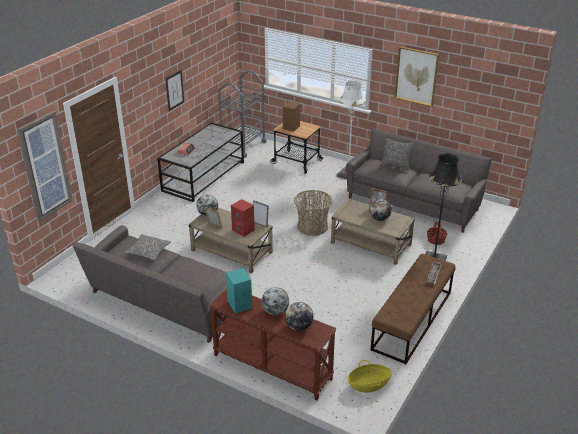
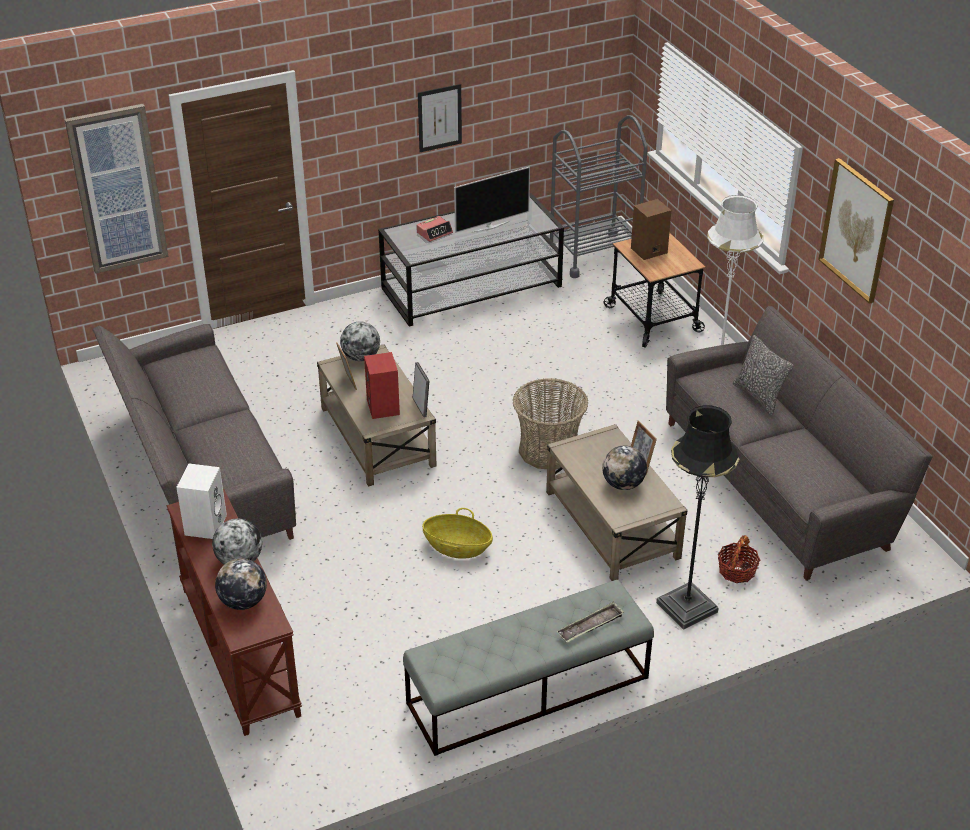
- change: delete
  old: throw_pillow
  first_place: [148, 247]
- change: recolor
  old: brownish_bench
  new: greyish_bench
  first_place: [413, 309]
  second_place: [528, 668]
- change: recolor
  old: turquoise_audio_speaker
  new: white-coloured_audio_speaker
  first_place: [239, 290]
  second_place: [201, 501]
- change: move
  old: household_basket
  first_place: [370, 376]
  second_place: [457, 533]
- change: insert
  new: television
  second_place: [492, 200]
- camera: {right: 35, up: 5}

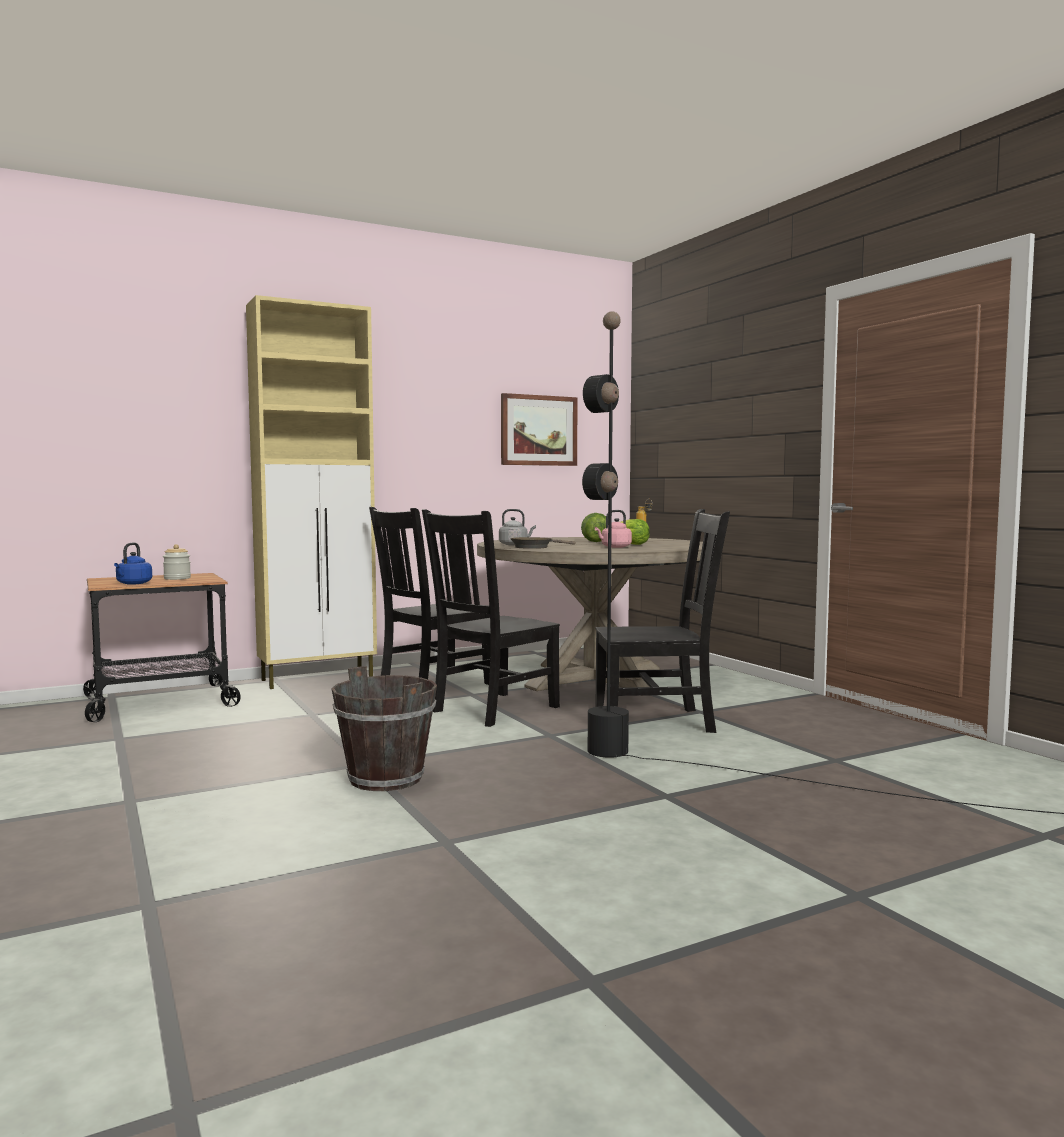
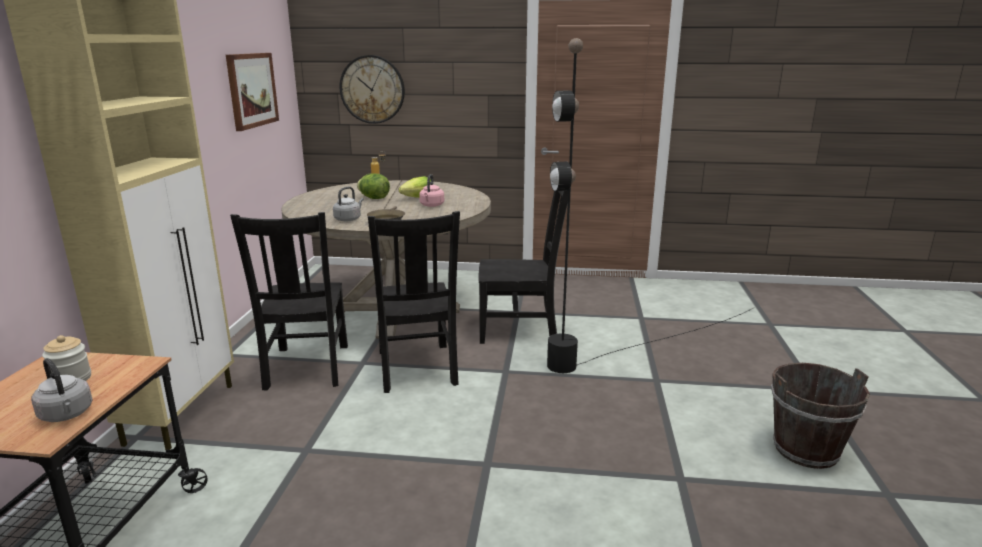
- change: rotate
  old: blackish_chair
  first_place: [662, 621]
  second_place: [523, 267]
  degrees: 60
- change: recolor
  old: blue_tea_kettle
  new: greyish_tea_kettle
  first_place: [133, 564]
  second_place: [62, 390]
- change: move
  old: brownish_bucket
  first_place: [384, 728]
  second_place: [820, 416]
- change: insert
  new: wall_clock
  second_place: [372, 89]
- camera: {right: -55, up: 15}

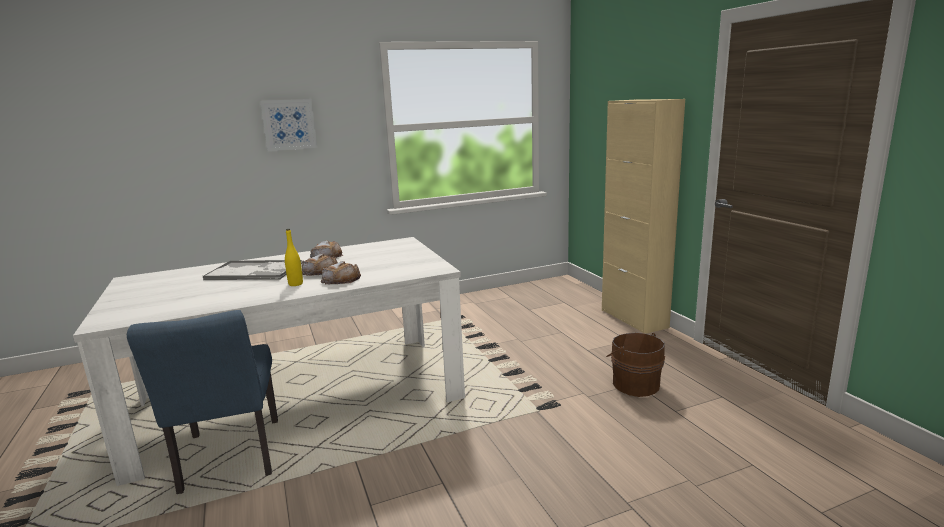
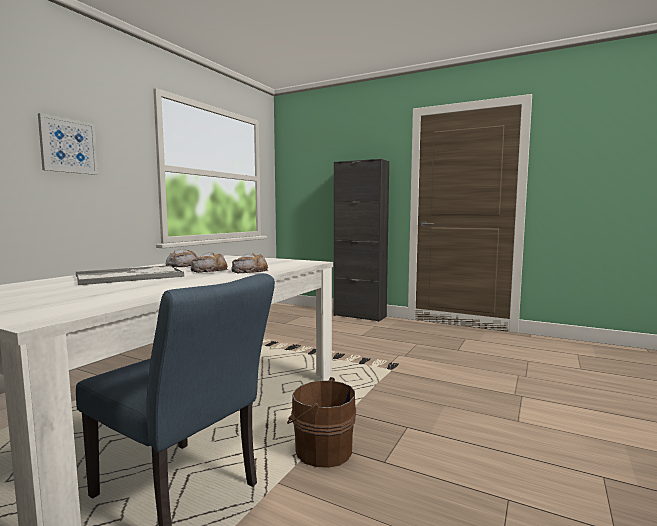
- change: recolor
  old: sand-coloured_cabinet
  new: blackish_cabinet
  first_place: [643, 216]
  second_place: [361, 240]
- change: delete
  old: yellow-coloured_bottle
  first_place: [294, 257]
- change: move
  old: brownish_bucket
  first_place: [635, 365]
  second_place: [321, 422]
- camera: {right: -40, up: -10}

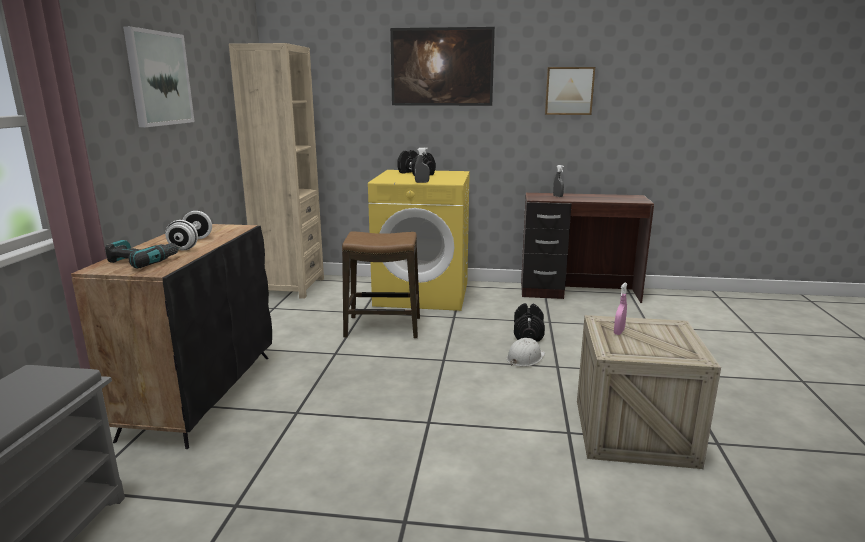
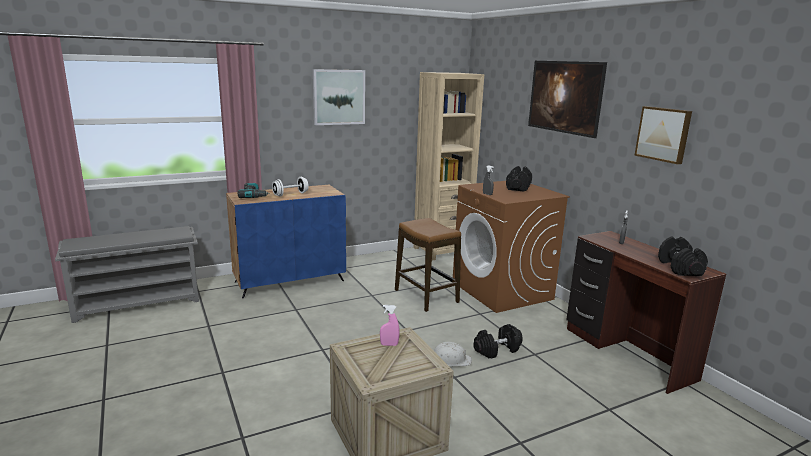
- change: recolor
  old: yellow-coloured_laundry_appliance
  new: brownish_laundry_appliance
  first_place: [419, 240]
  second_place: [511, 247]
- change: recolor
  old: blackish_cabinet
  new: blue_cabinet
  first_place: [171, 336]
  second_place: [286, 241]
- change: insert
  new: blackish_free_weight
  second_place: [683, 256]
- camera: {right: 55, up: 0}

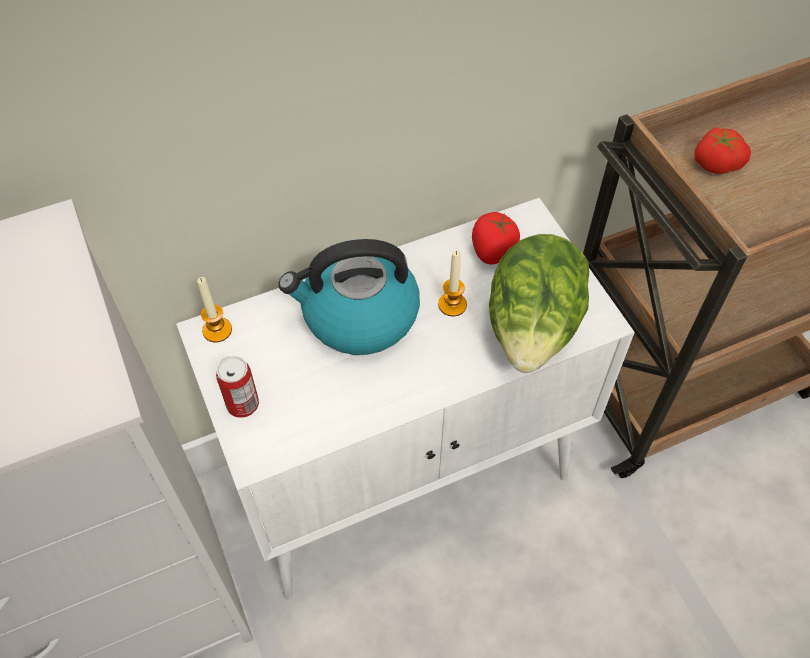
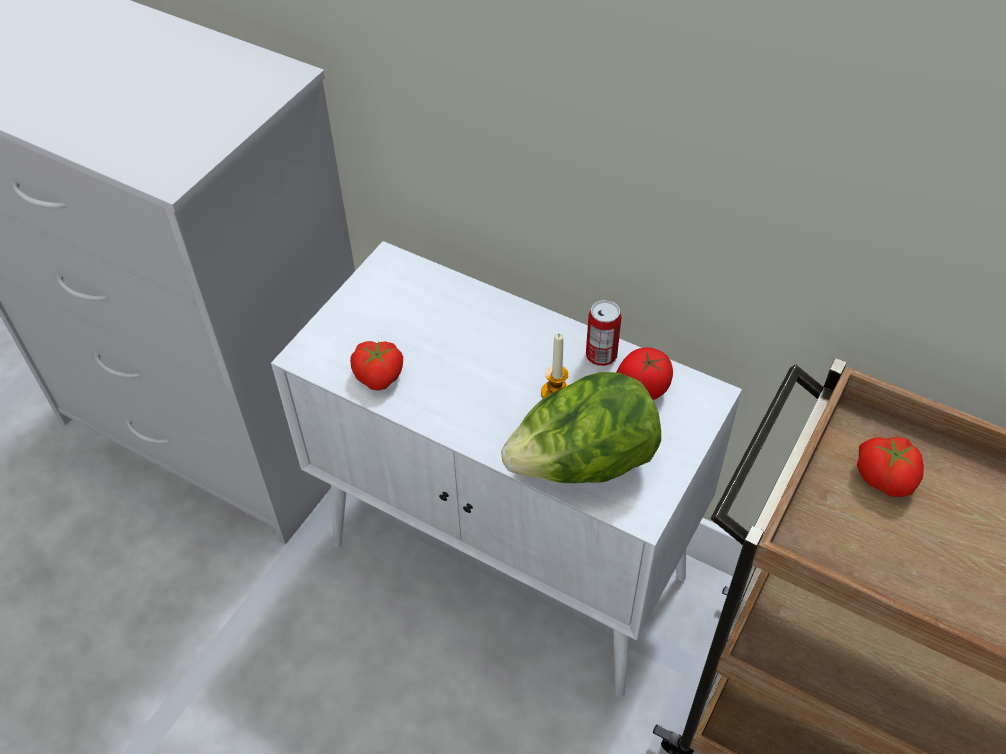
- change: delete
  old: tea_kettle
  first_place: [349, 297]
- change: delete
  old: candle
  first_place: [214, 309]
- change: move
  old: sealed_can
  first_place: [237, 387]
  second_place: [603, 333]
- change: insert
  new: tomato
  second_place: [376, 366]
- camera: {right: 55, up: -5}

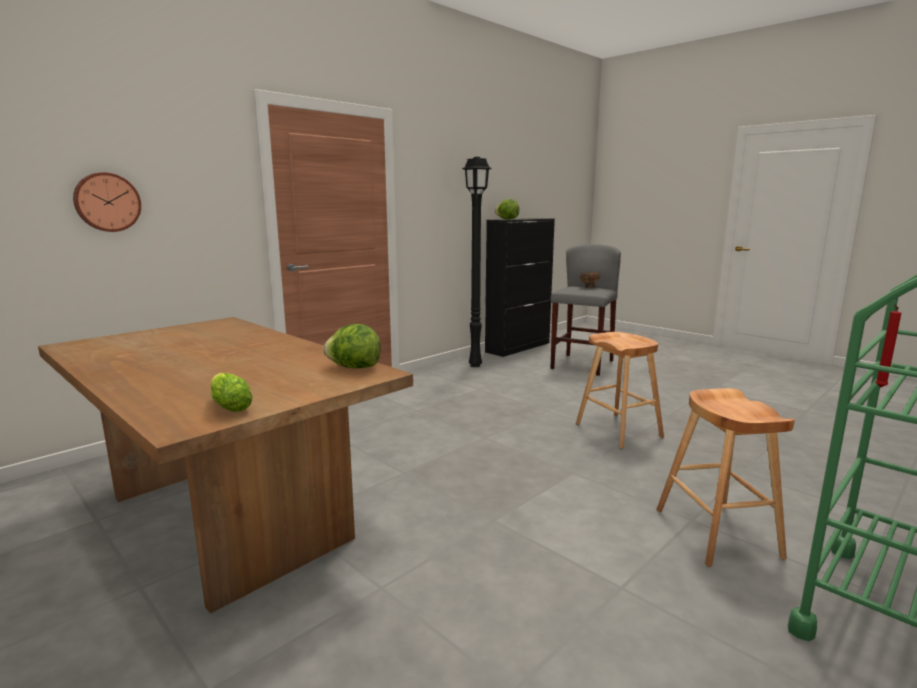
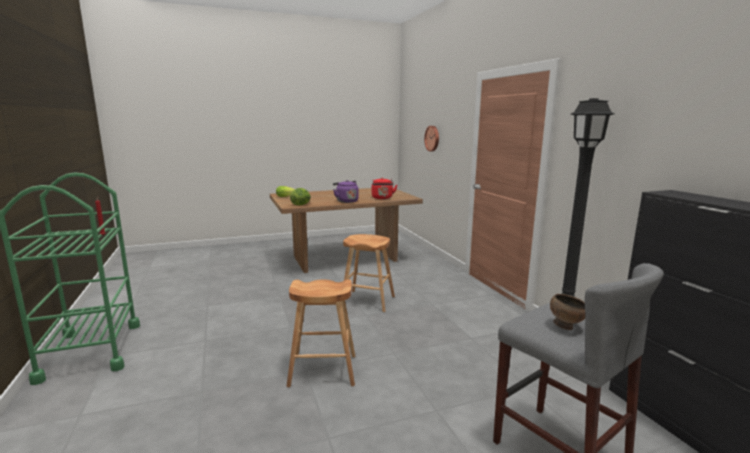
- change: delete
  old: lettuce_head
  first_place: [507, 209]
- change: move
  old: brownish_stool
  first_place: [725, 477]
  second_place: [369, 273]
- change: insert
  new: red-coloured_tea_kettle
  second_place: [384, 188]
- change: insert
  new: purple-coloured_tea_kettle
  second_place: [346, 191]
- camera: {right: 115, up: 0}

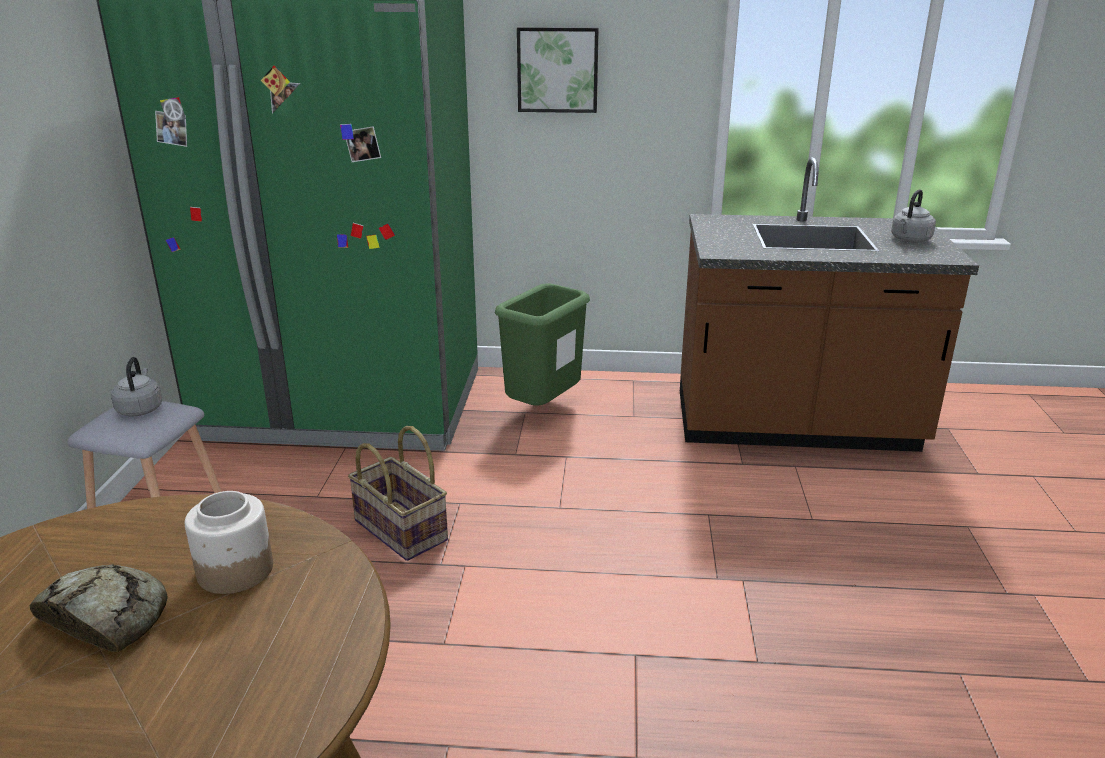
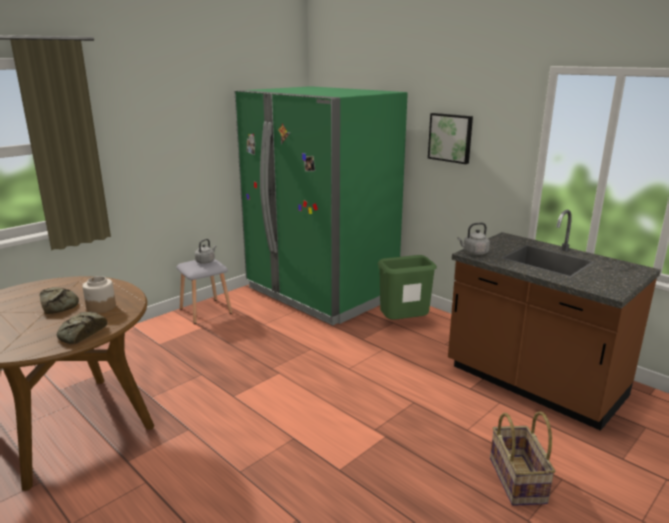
- change: move
  old: greyish_tea_kettle
  first_place: [913, 216]
  second_place: [473, 238]
- change: move
  old: household_basket
  first_place: [398, 493]
  second_place: [522, 458]
- change: insert
  new: bread
  second_place: [82, 328]
- camera: {right: 40, up: -5}

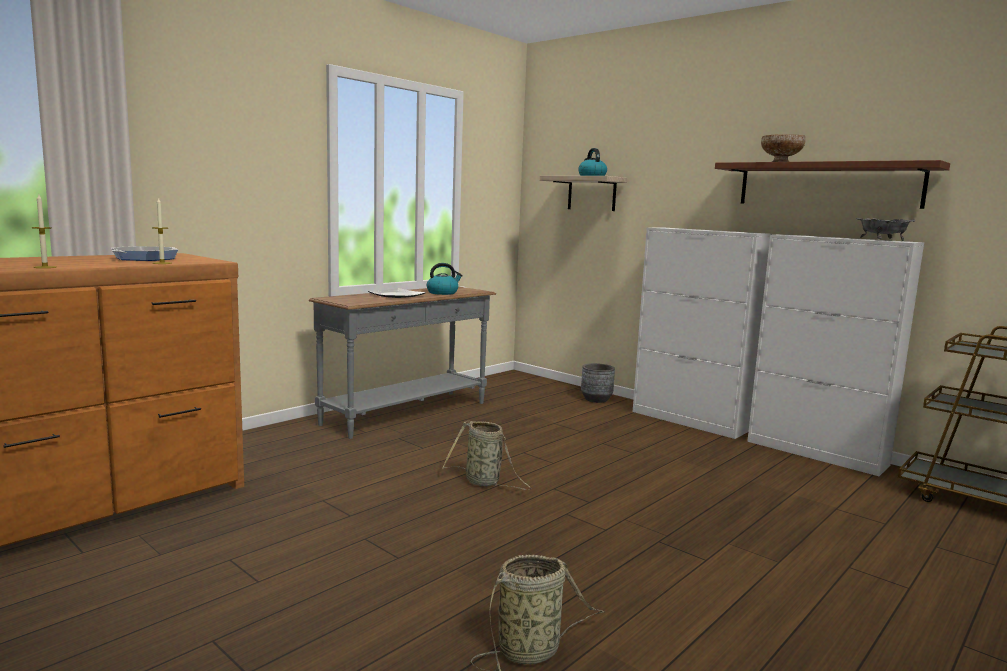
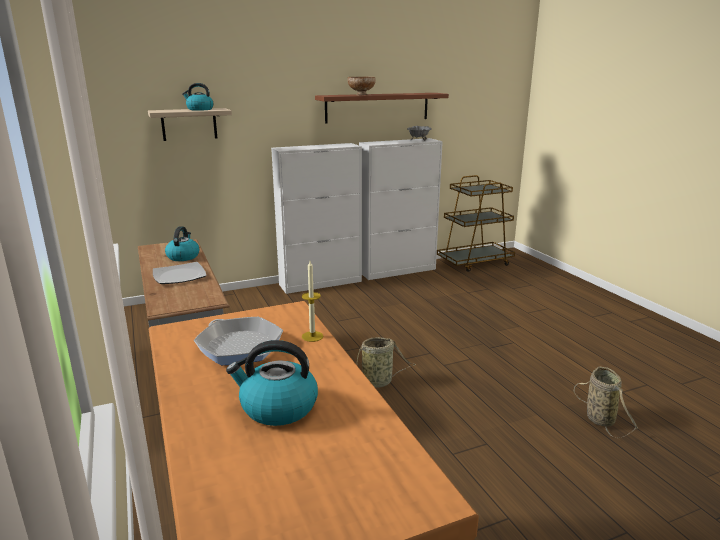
- change: delete
  old: candle
  first_place: [44, 231]
- change: delete
  old: greyish_plant_pot
  first_place: [598, 383]
- change: insert
  new: tea_kettle
  second_place: [272, 383]
- camera: {right: -65, up: 10}

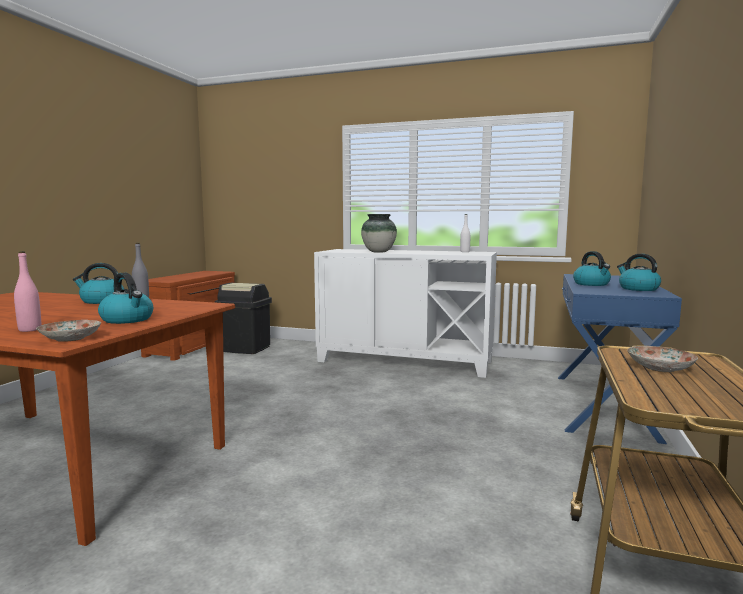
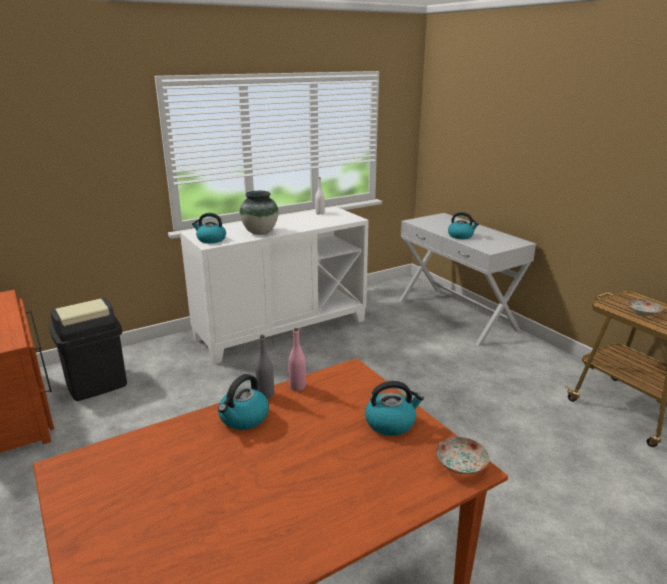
- change: move
  old: pinkish_bottle
  first_place: [27, 291]
  second_place: [297, 359]
- change: move
  old: tea_kettle
  first_place: [639, 272]
  second_place: [209, 228]
- change: recolor
  old: blue_console_table
  new: white-coloured_console_table
  first_place: [620, 359]
  second_place: [467, 279]
- camera: {right: -50, up: 15}

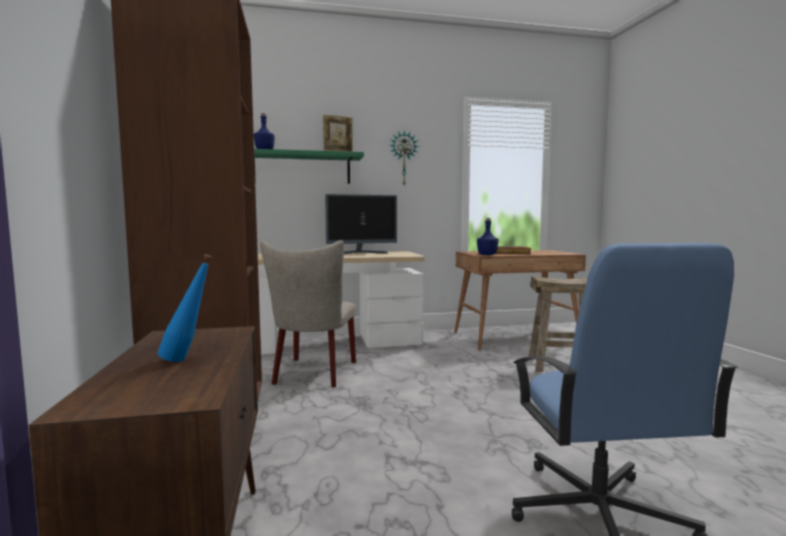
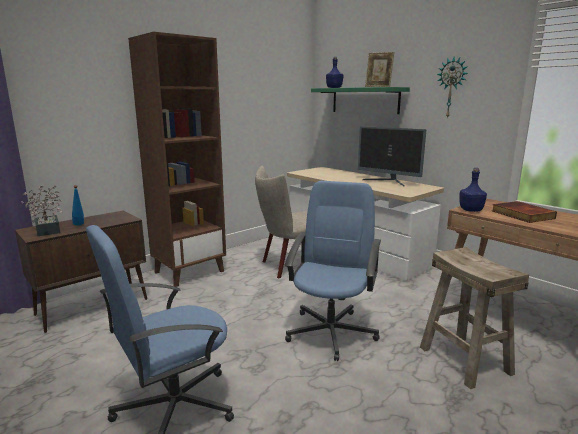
- change: insert
  new: blue_desk_chair
  second_place: [333, 271]
- change: insert
  new: potted_plant
  second_place: [42, 210]
- camera: {right: 60, up: 10}

